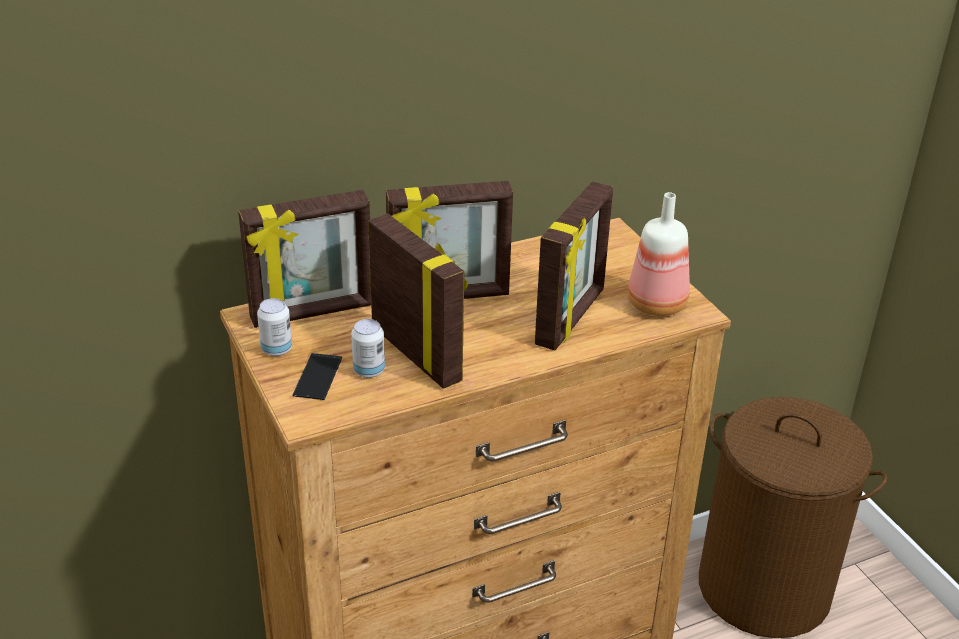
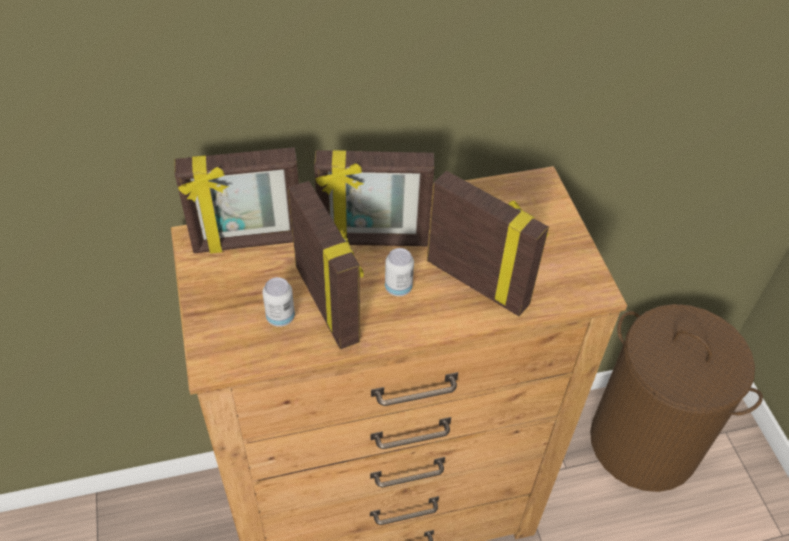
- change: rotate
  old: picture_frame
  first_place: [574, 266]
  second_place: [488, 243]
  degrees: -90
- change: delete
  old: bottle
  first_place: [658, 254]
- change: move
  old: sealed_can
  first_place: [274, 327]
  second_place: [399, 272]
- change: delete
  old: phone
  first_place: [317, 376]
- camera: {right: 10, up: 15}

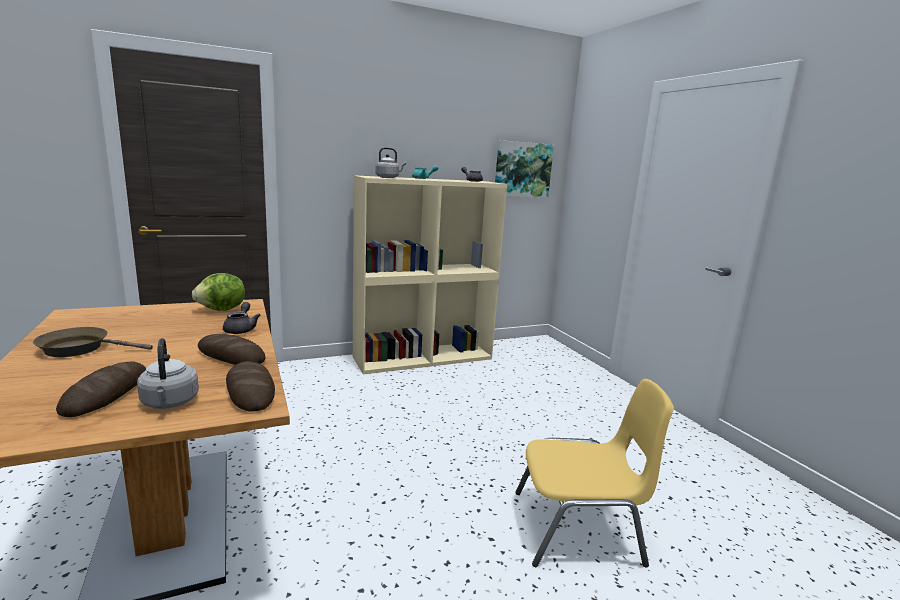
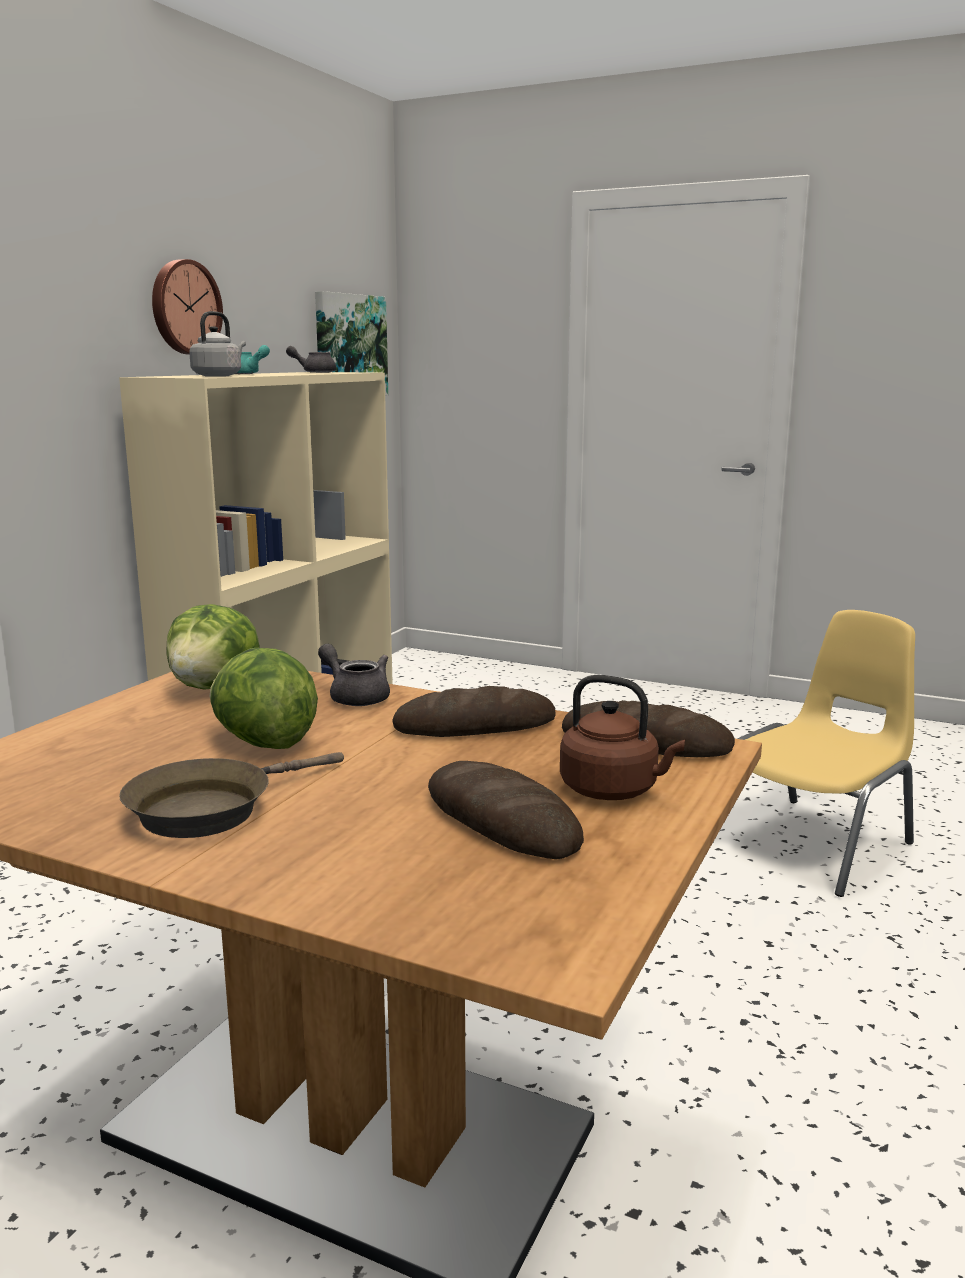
- change: recolor
  old: greyish_tea_kettle
  new: brownish_tea_kettle
  first_place: [168, 373]
  second_place: [622, 737]
- change: insert
  new: wall_clock
  second_place: [187, 307]
- change: insert
  new: lettuce_head
  second_place: [264, 698]
- camera: {right: -40, up: 0}

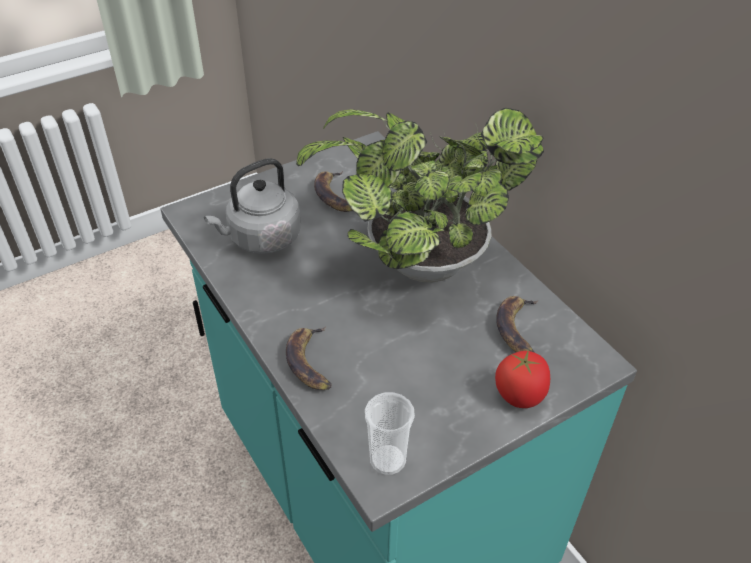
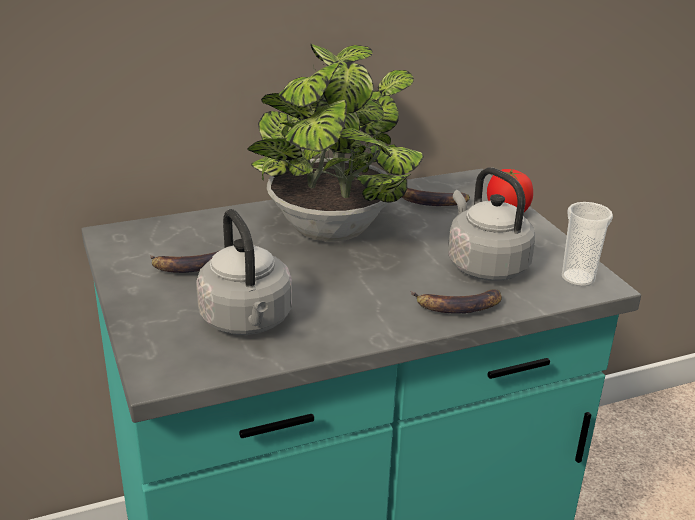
- change: insert
  new: greyish_tea_kettle
  second_place: [491, 224]
- camera: {right: -80, up: -15}

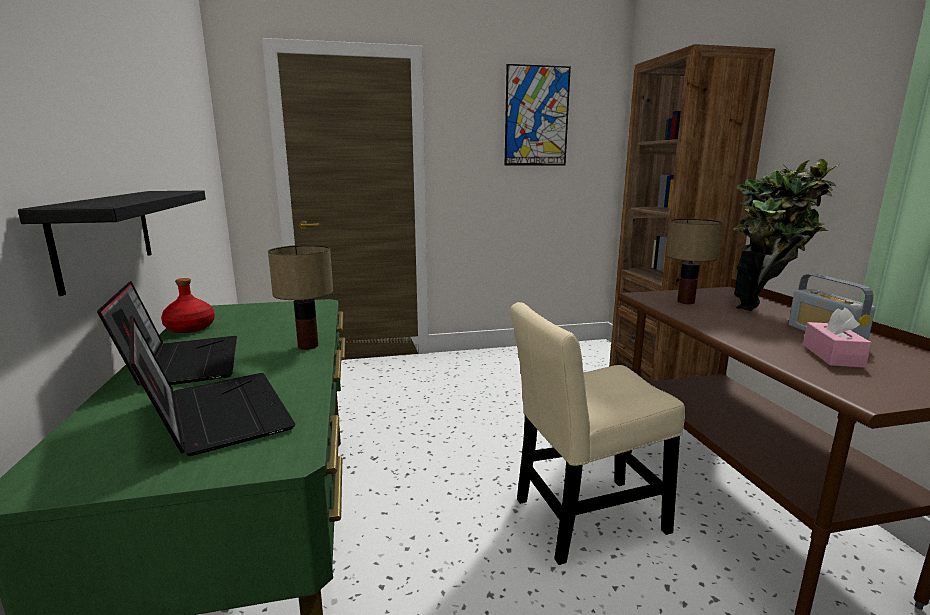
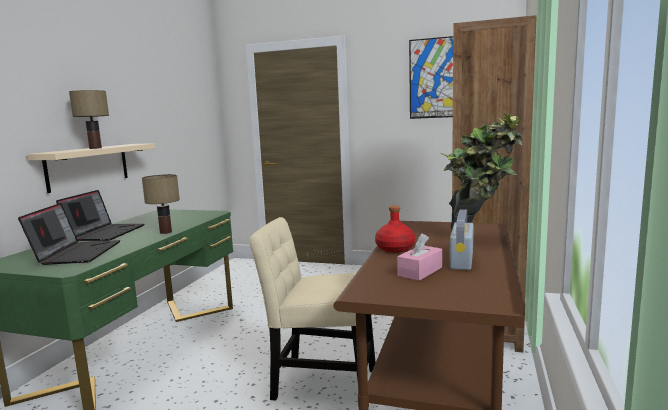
- change: recolor
  old: blackish_shelf
  new: sand-coloured_shelf
  first_place: [112, 243]
  second_place: [91, 168]
- change: move
  old: lamp_for_a_table
  first_place: [694, 261]
  second_place: [89, 119]
- change: move
  old: red-coloured_bottle
  first_place: [188, 305]
  second_place: [395, 229]
- camera: {right: 30, up: -5}

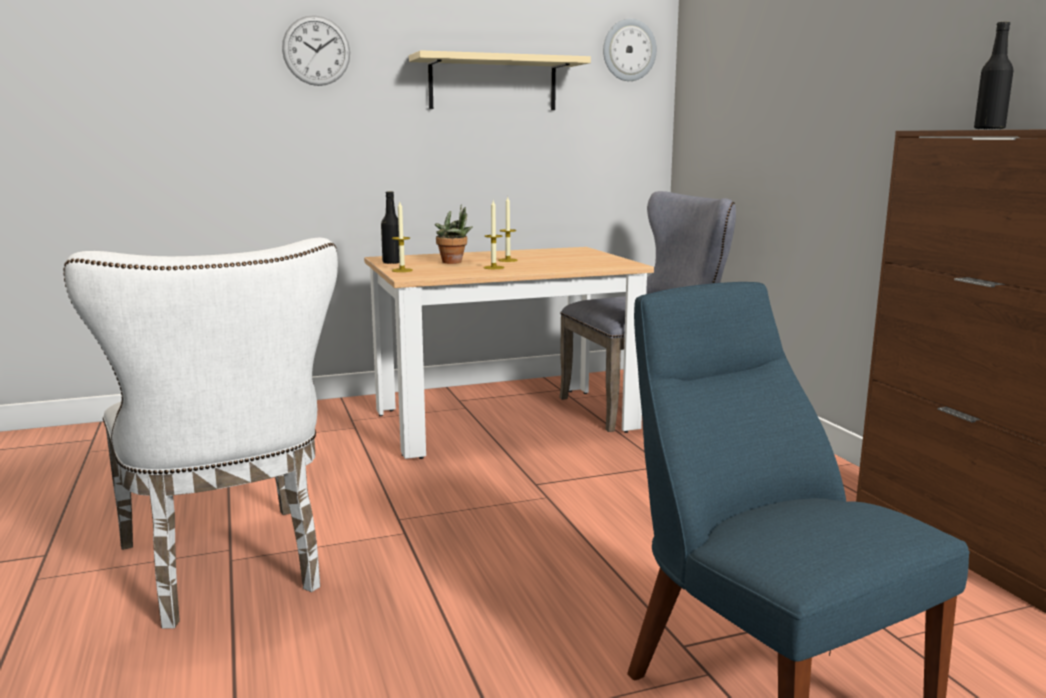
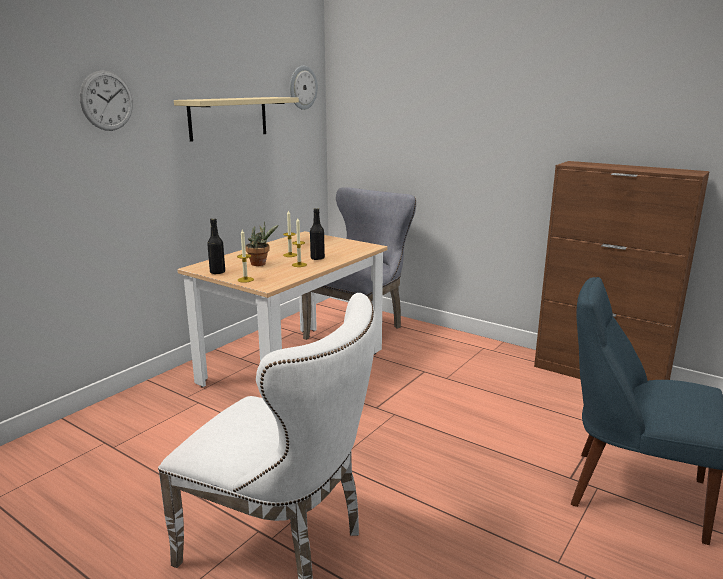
- change: move
  old: blackish_bottle
  first_place: [993, 75]
  second_place: [317, 234]
- camera: {right: -35, up: 5}

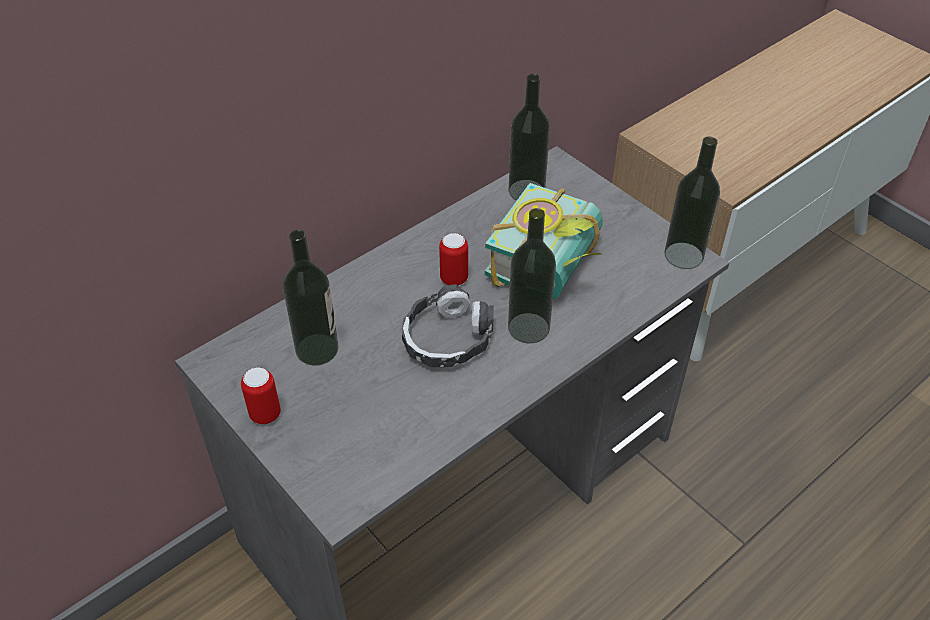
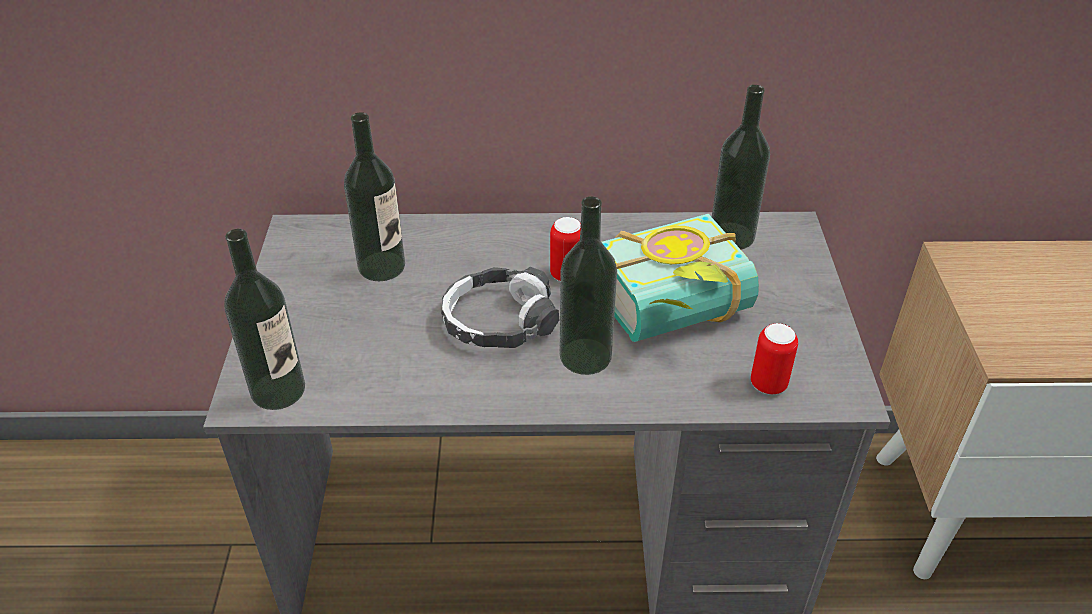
- change: move
  old: bottle
  first_place: [692, 203]
  second_place: [264, 319]
- change: move
  old: sealed_can
  first_place: [261, 396]
  second_place: [774, 359]
- camera: {right: 40, up: -5}

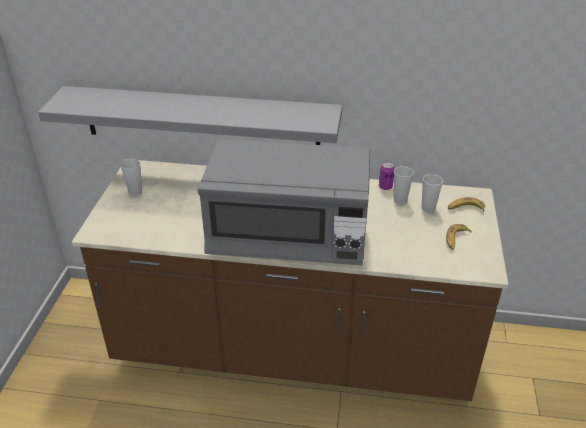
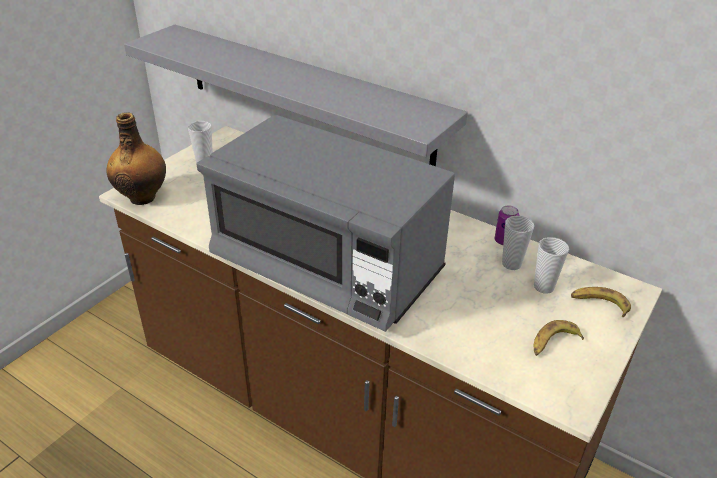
- change: insert
  new: bottle
  second_place: [136, 158]
- camera: {right: 25, up: 0}

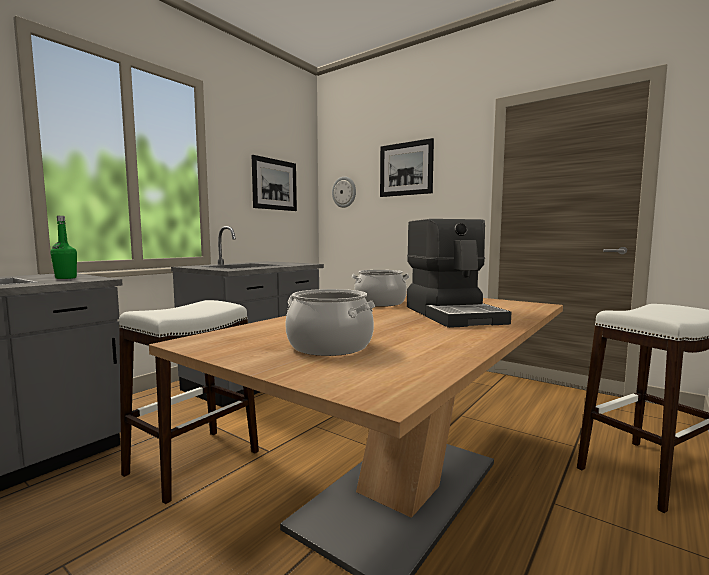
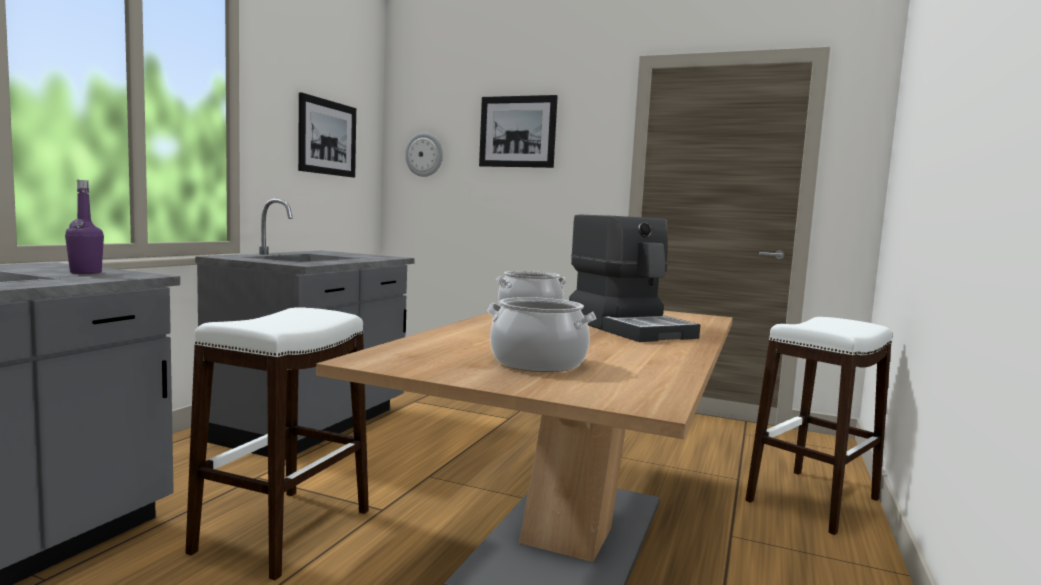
- change: recolor
  old: green_bottle
  new: purple-coloured_bottle
  first_place: [64, 247]
  second_place: [84, 227]
- camera: {right: -15, up: 0}

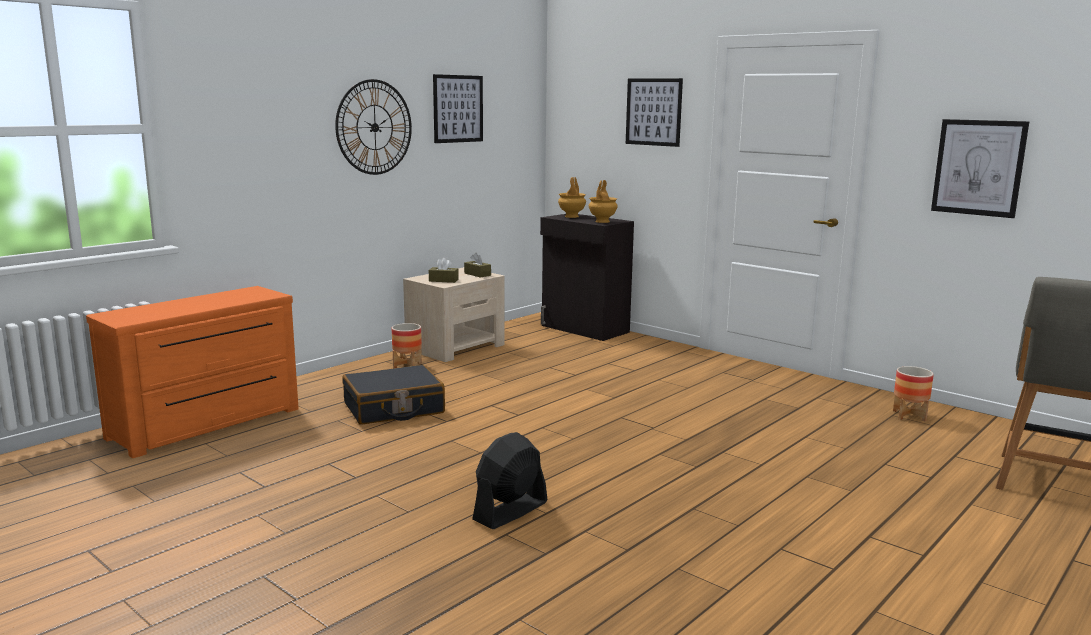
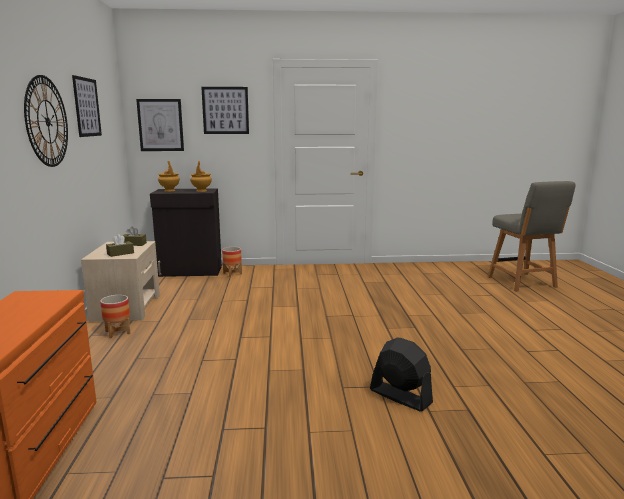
- change: move
  old: picture
  first_place: [980, 168]
  second_place: [160, 125]
- change: delete
  old: blackish_travel_case
  first_place: [393, 395]
- change: move
  old: plant_pot
  first_place: [913, 393]
  second_place: [232, 262]
- change: rotate
  old: blackish_fan
  first_place: [510, 480]
  second_place: [401, 375]
  degrees: 135
- camera: {right: -45, up: 0}

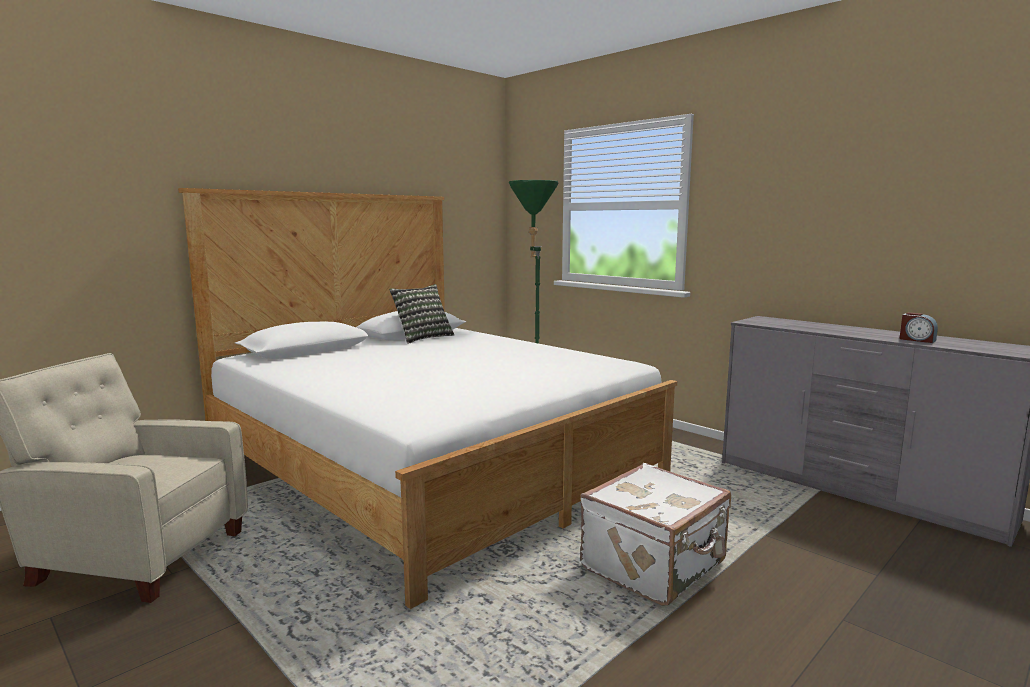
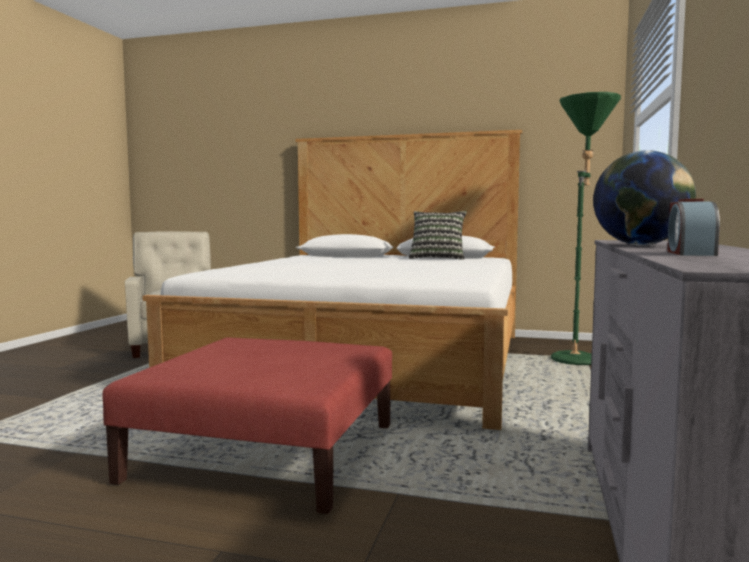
- change: replace
  old: white-coloured_travel_case
  new: red-coloured_pouffe
  first_place: [655, 534]
  second_place: [247, 425]
- change: insert
  new: globe
  second_place: [644, 198]
- camera: {right: 60, up: -5}

